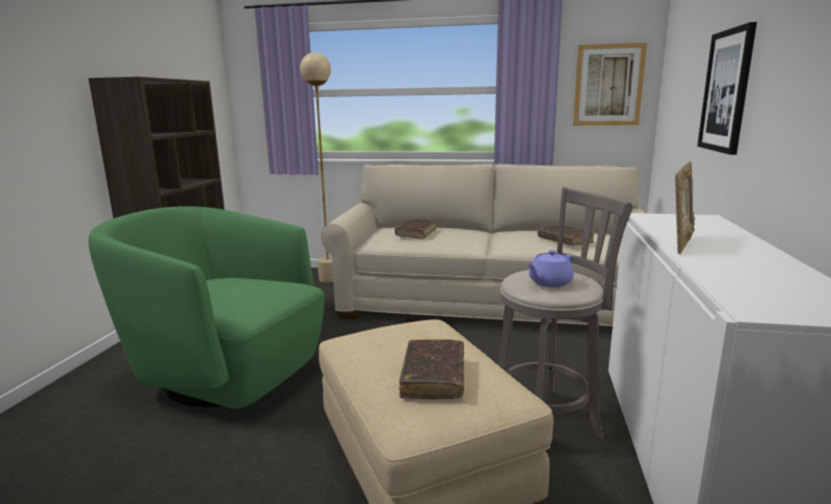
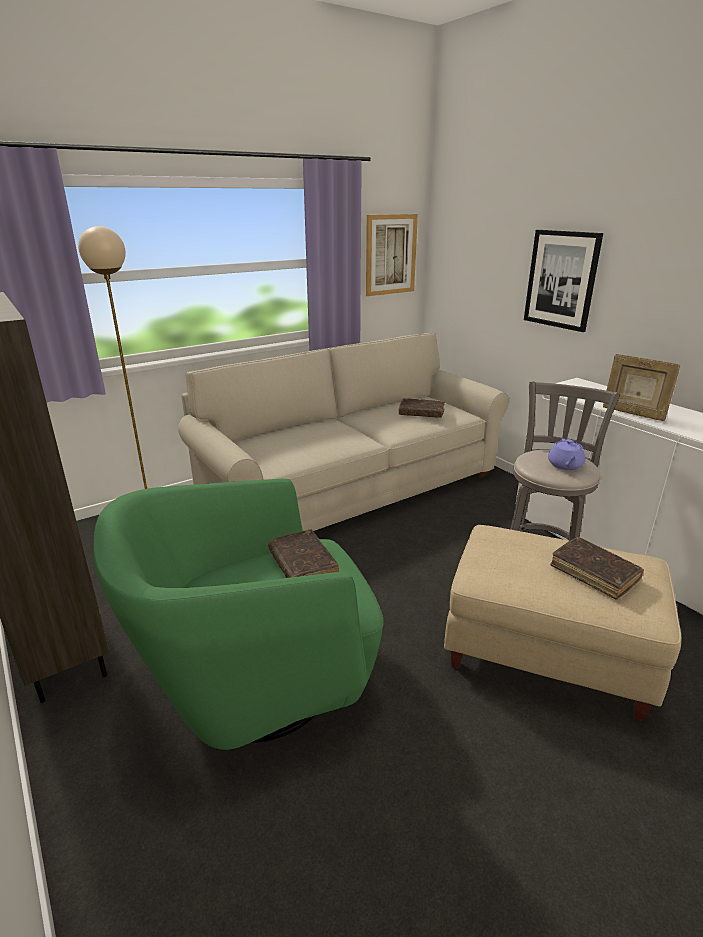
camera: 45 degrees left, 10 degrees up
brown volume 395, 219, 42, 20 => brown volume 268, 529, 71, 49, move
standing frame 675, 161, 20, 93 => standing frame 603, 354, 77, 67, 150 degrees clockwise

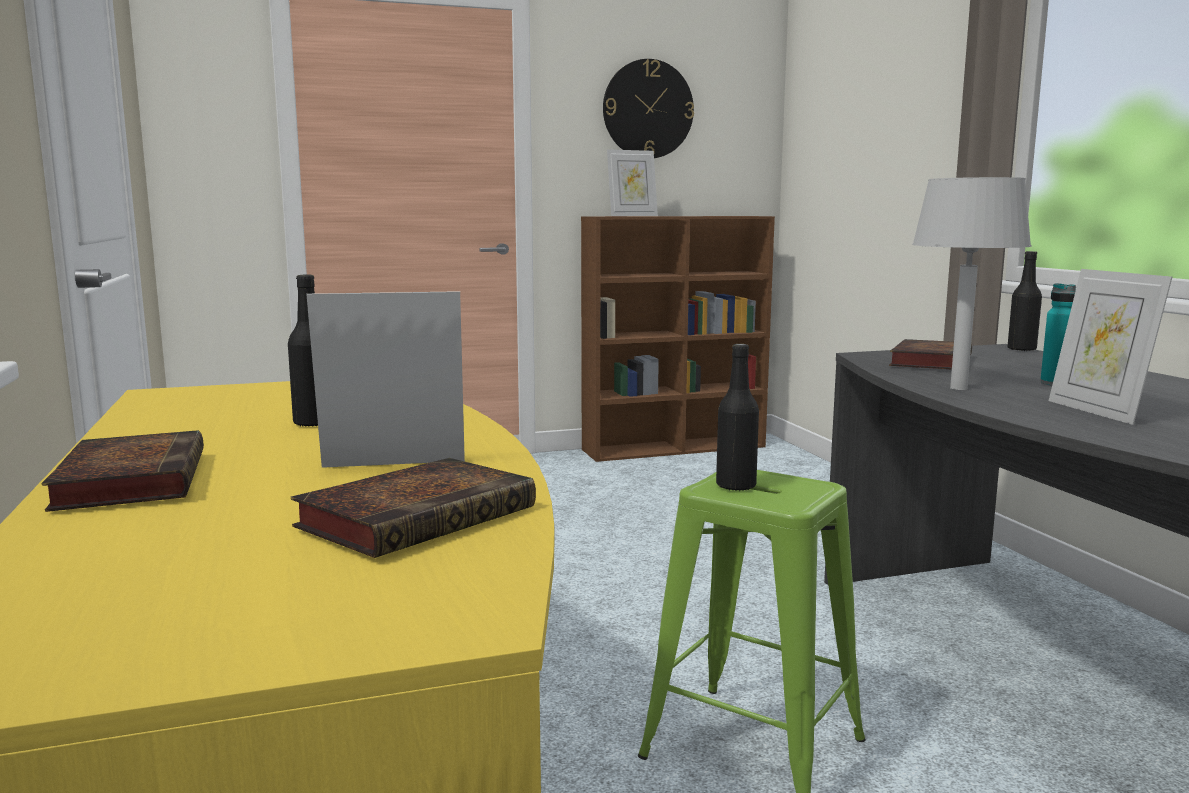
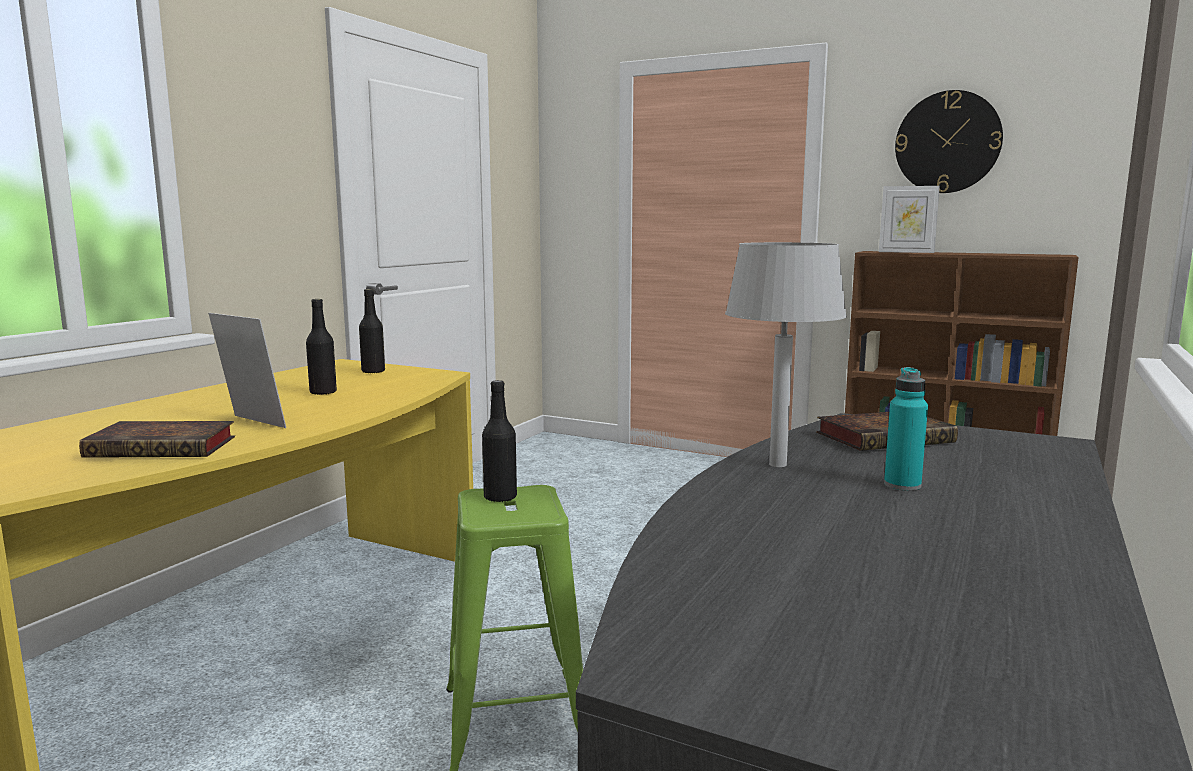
camera: 45 degrees right, 0 degrees up
volume 41, 430, 163, 82 => nothing
black bottle 1007, 251, 35, 100 => black bottle 359, 289, 26, 85, move
standing frame 1049, 269, 123, 156 => nothing

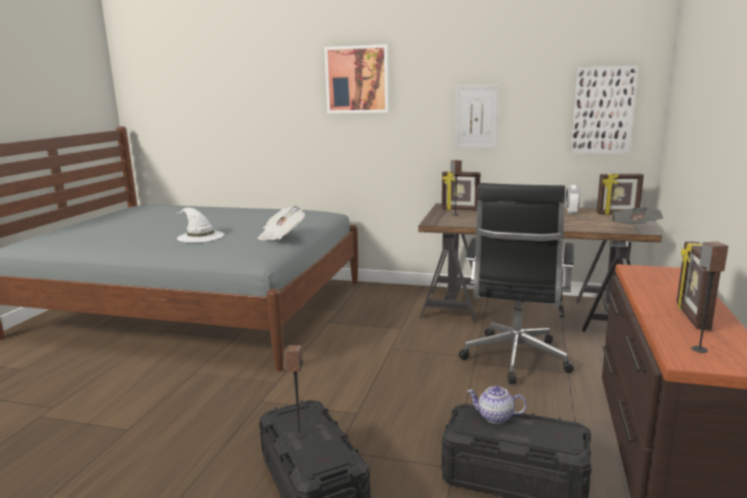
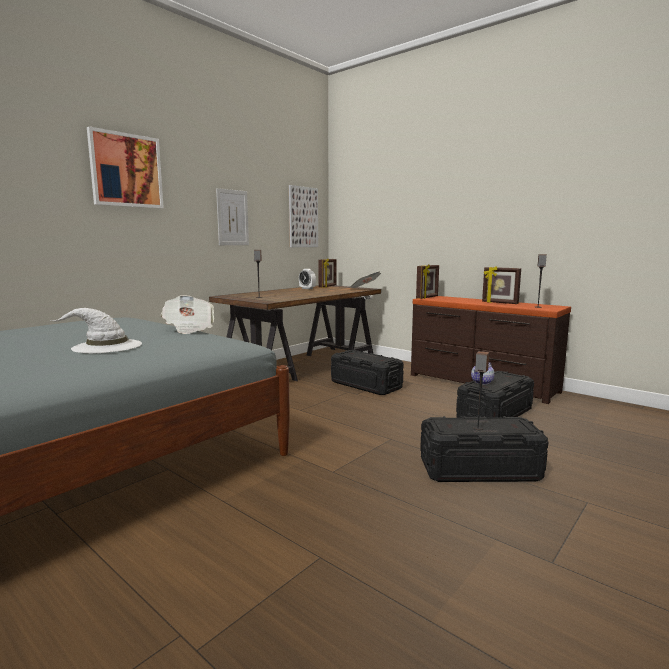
camera: 65 degrees left, 5 degrees down
standing frame 442, 171, 39, 39 => standing frame 416, 265, 23, 34, move
black desk chair 459, 183, 115, 201 => black storage container 331, 350, 73, 45

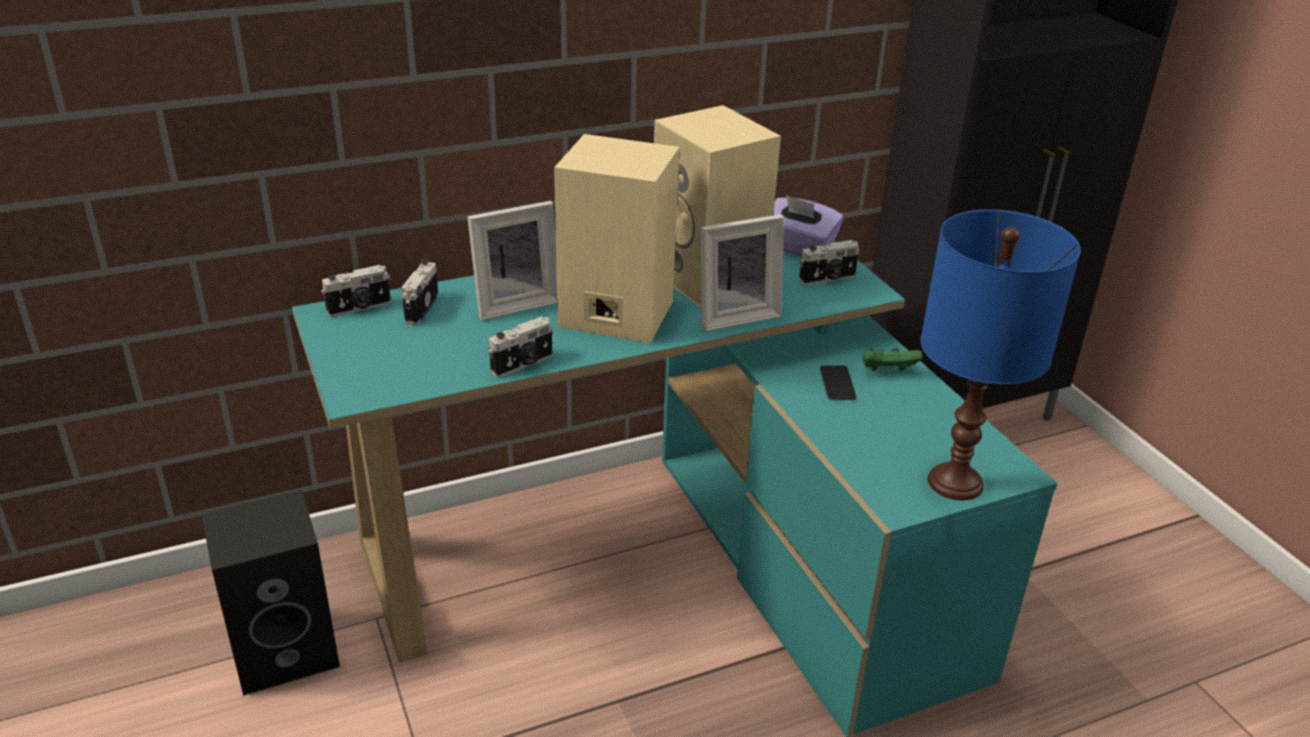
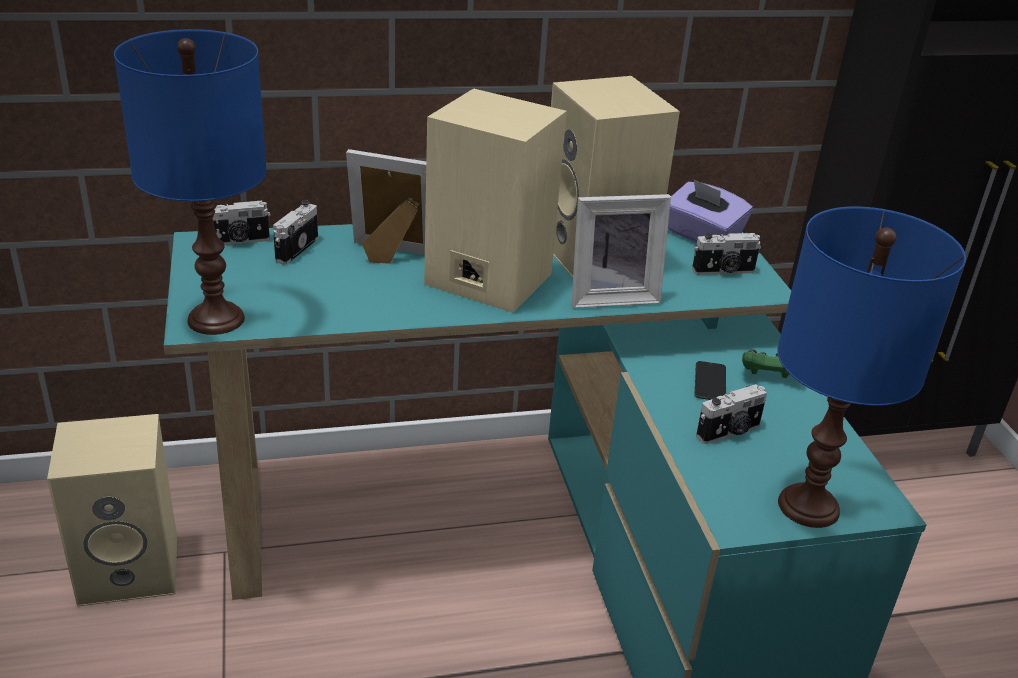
camera: 10 degrees right, 0 degrees up
black speaker 202, 490, 138, 206 => beige speaker 47, 414, 130, 193
standing frame 467, 201, 90, 119 => standing frame 346, 149, 80, 115, 150 degrees counterclockwise
still camera 489, 316, 64, 61 => still camera 696, 384, 71, 60, move
nothing => blue table lamp 114, 29, 153, 306

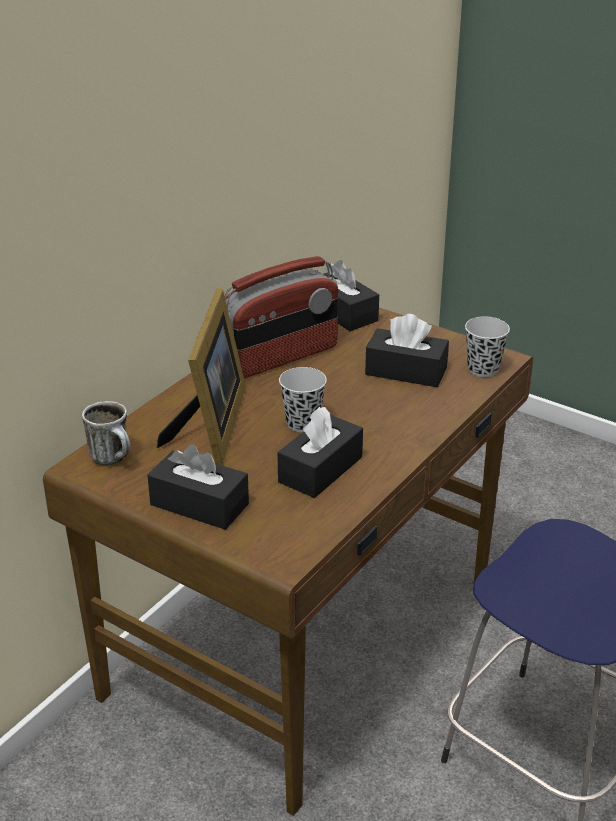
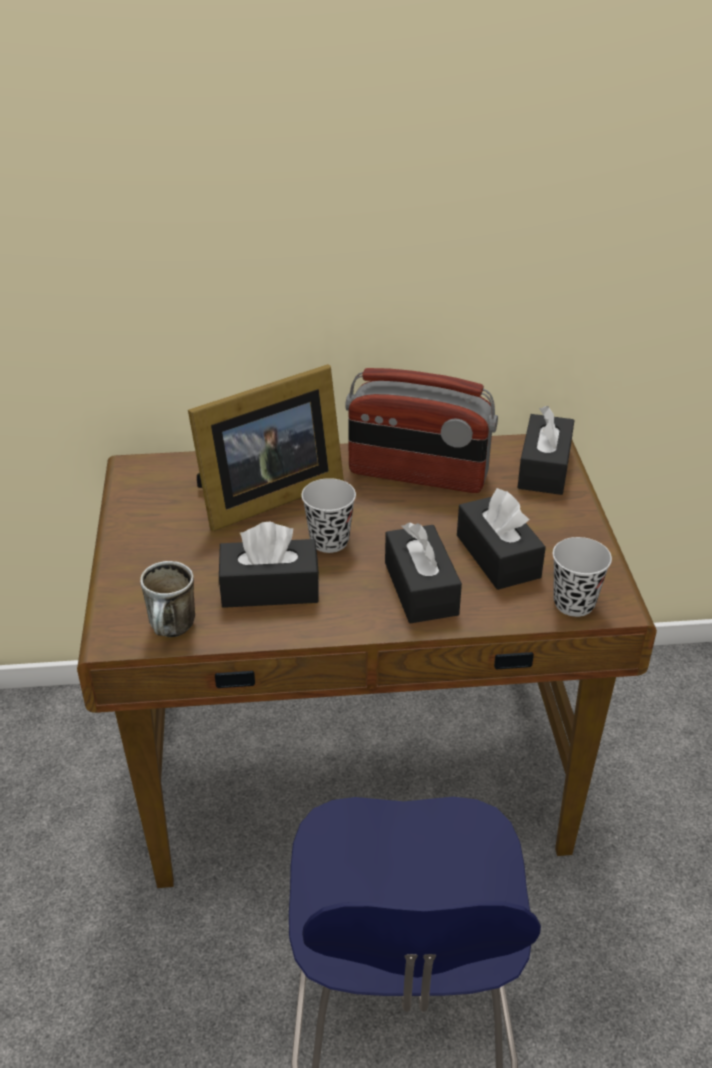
camera: 50 degrees right, 5 degrees up
coffee mug 82, 401, 48, 64 => coffee mug 140, 561, 55, 76, move
black tissue holder 147, 444, 102, 86 => black tissue holder 385, 522, 77, 101, move

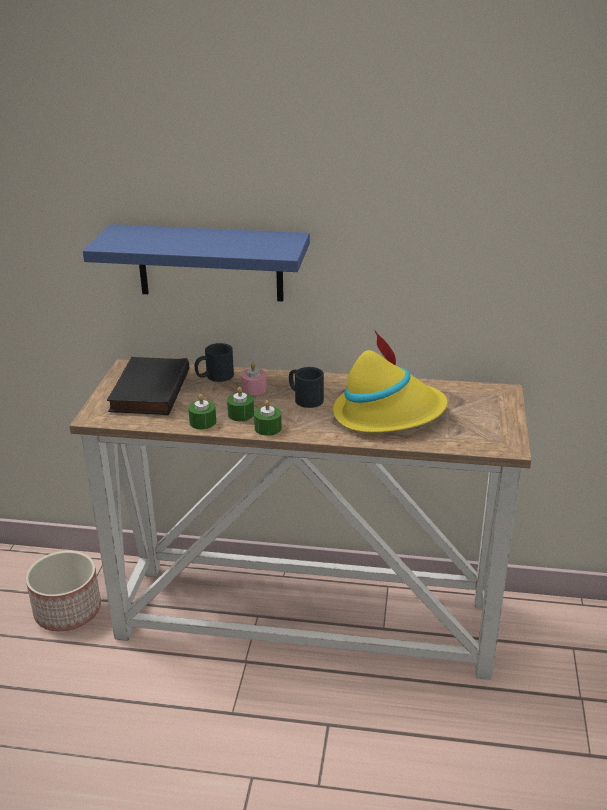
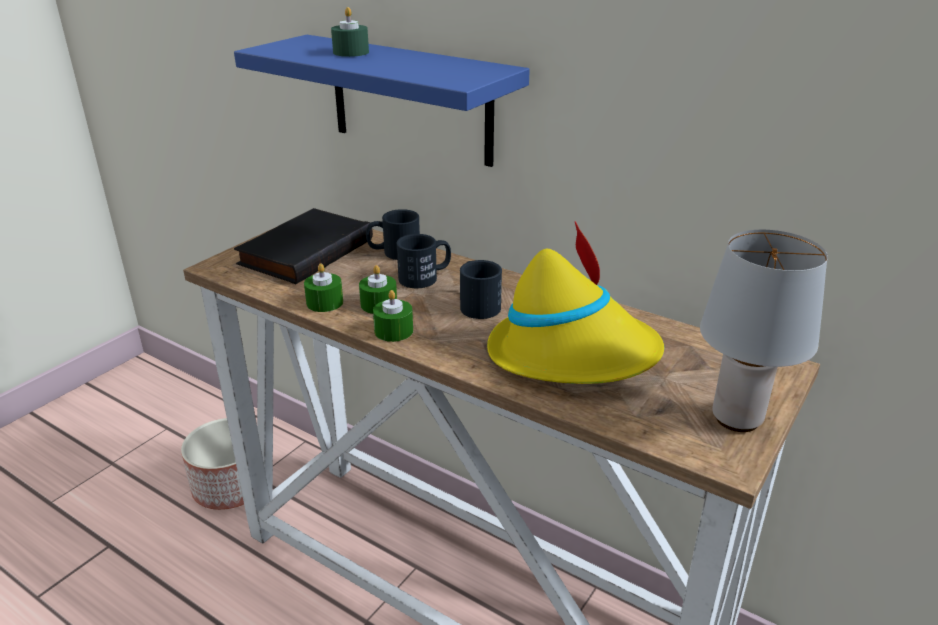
camera: 25 degrees right, 0 degrees up
pink-coloured wax candle 241, 362, 26, 33 => black coffee mug 396, 234, 55, 54
nothing => green wax candle 331, 7, 38, 50
nothing => gray table lamp 700, 230, 128, 202

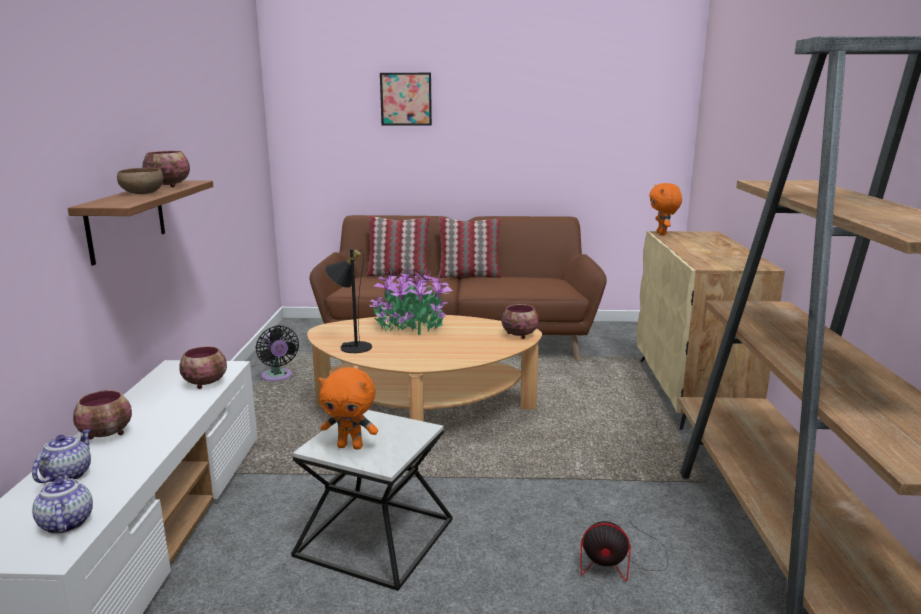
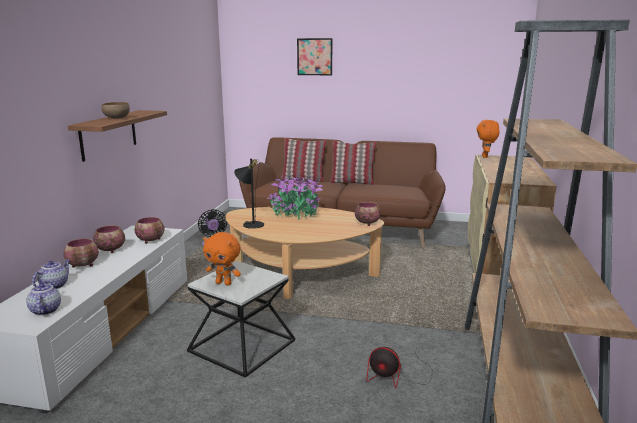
camera: 10 degrees right, 0 degrees up
deep dish 142, 151, 48, 36 => deep dish 93, 225, 32, 28, move

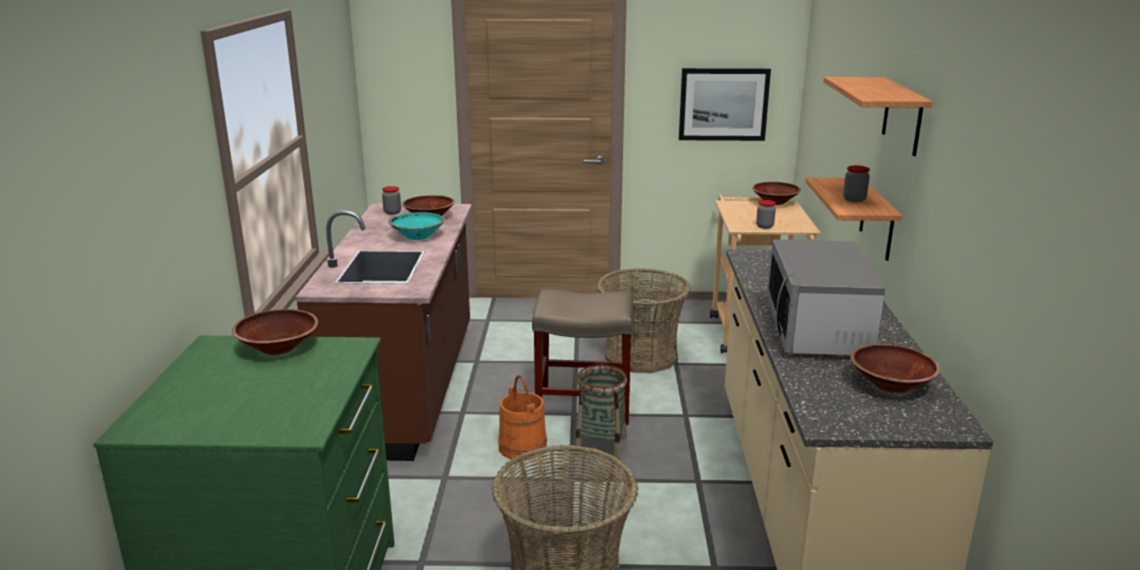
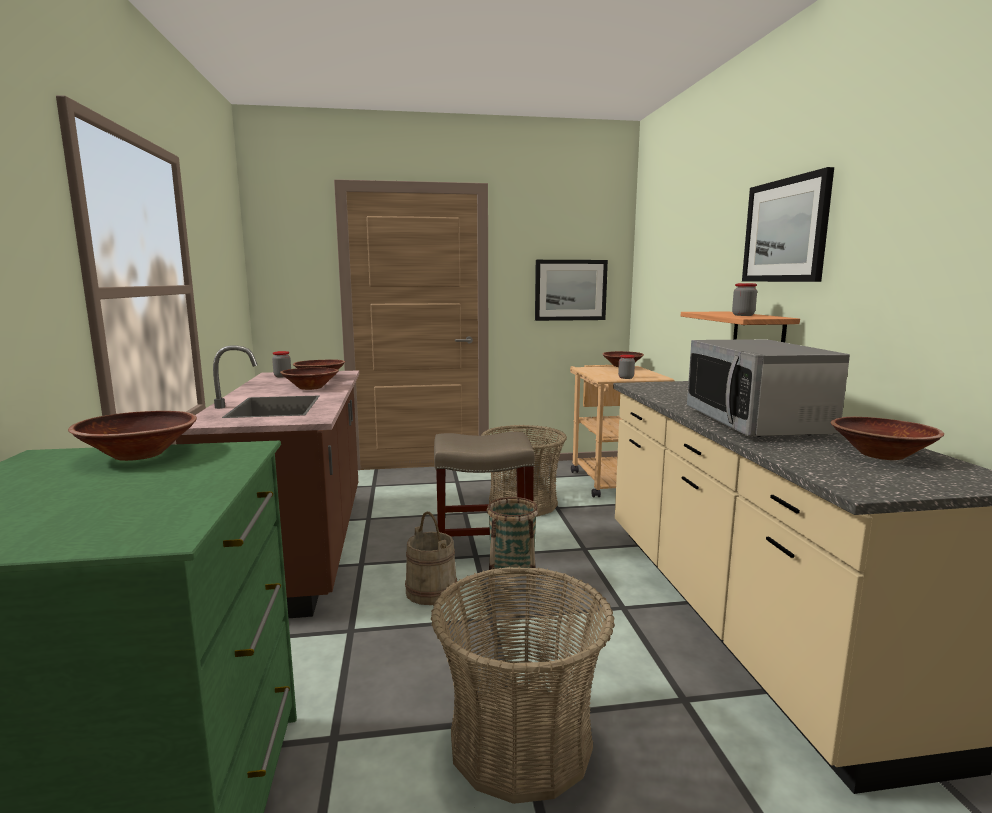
camera: 10 degrees left, 10 degrees down
blue-green deep dish 388, 212, 57, 28 => brown deep dish 280, 367, 59, 23
orangey water bucket 498, 375, 49, 85 => beige water bucket 405, 512, 52, 93
shelf 823, 77, 110, 79 => wall picture 742, 167, 92, 115

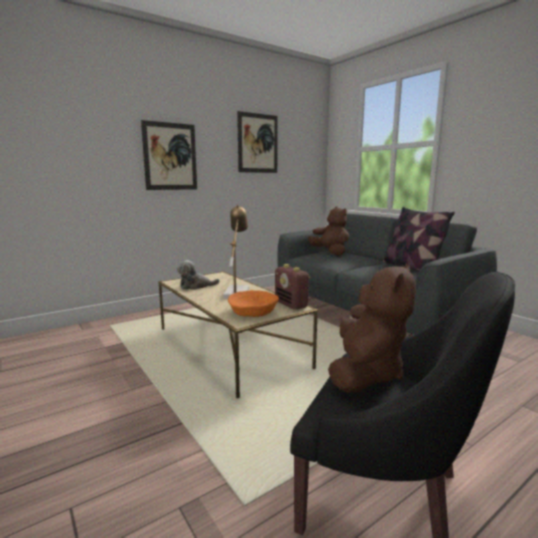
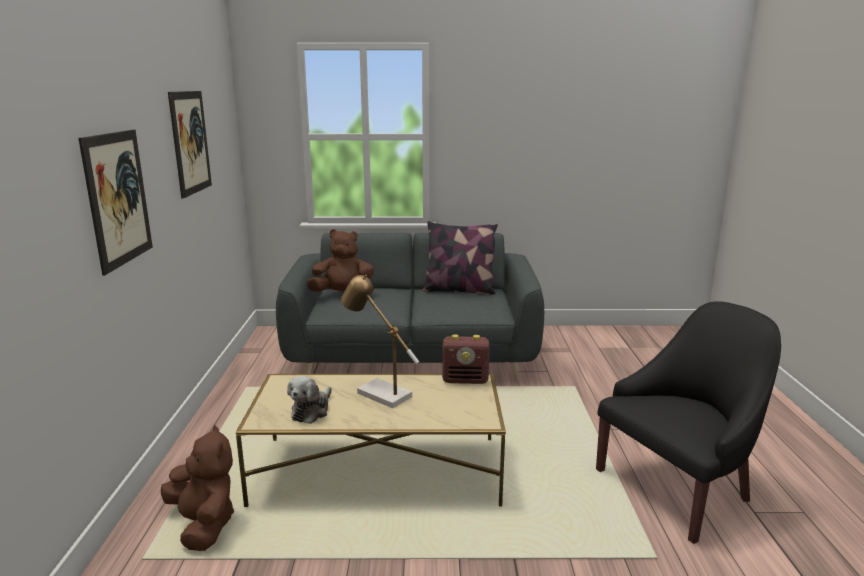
camera: 55 degrees left, 5 degrees up
orangey deep dish 228, 290, 51, 27 => nothing
brown soft toy 328, 263, 88, 130 => brown soft toy 161, 425, 73, 126, move

